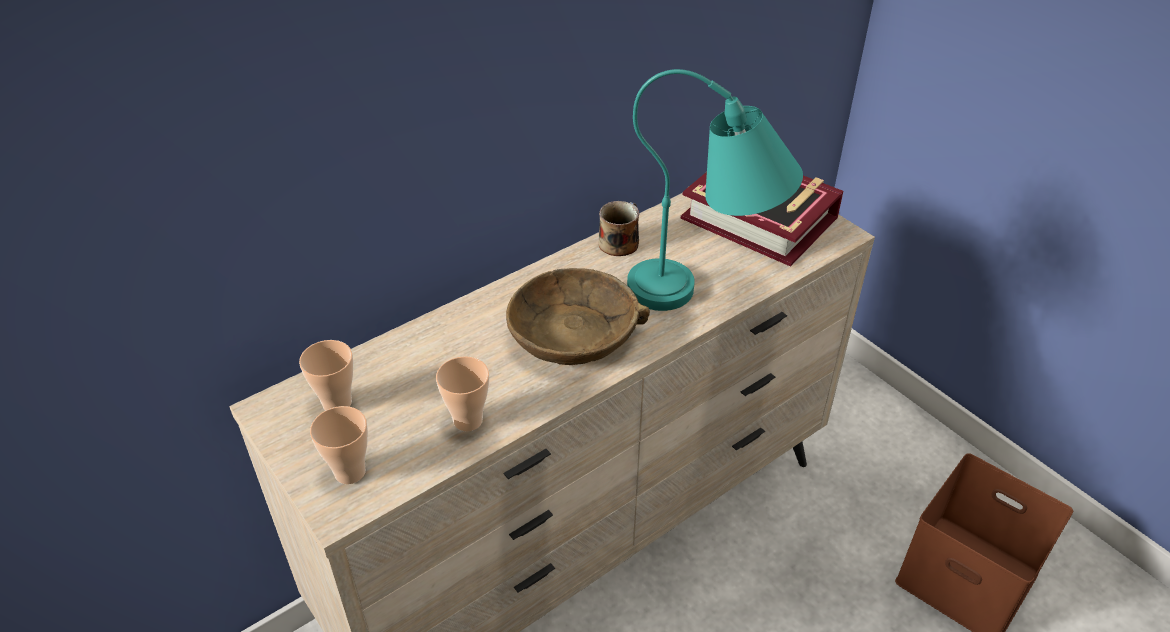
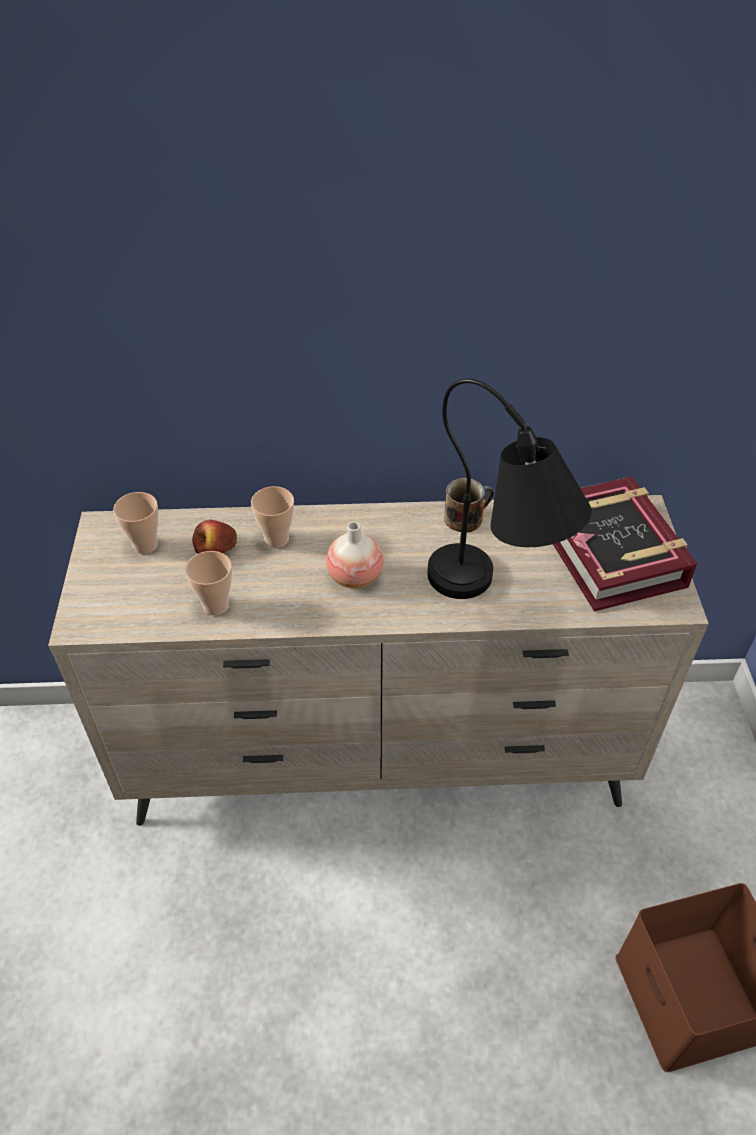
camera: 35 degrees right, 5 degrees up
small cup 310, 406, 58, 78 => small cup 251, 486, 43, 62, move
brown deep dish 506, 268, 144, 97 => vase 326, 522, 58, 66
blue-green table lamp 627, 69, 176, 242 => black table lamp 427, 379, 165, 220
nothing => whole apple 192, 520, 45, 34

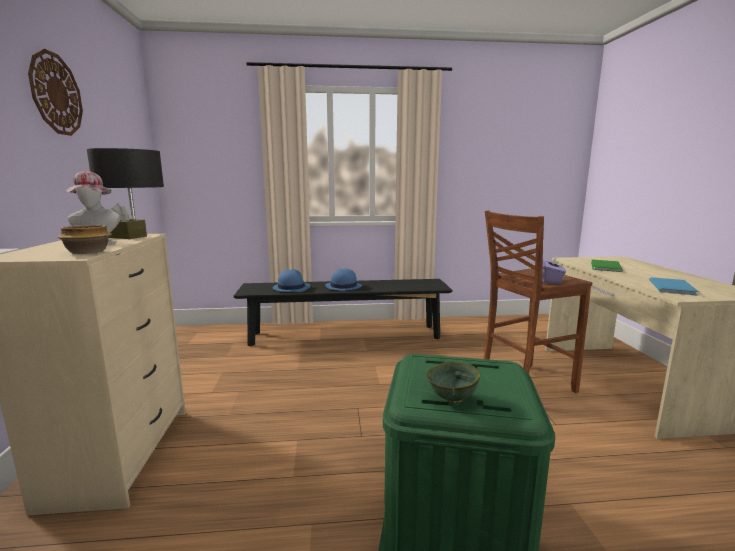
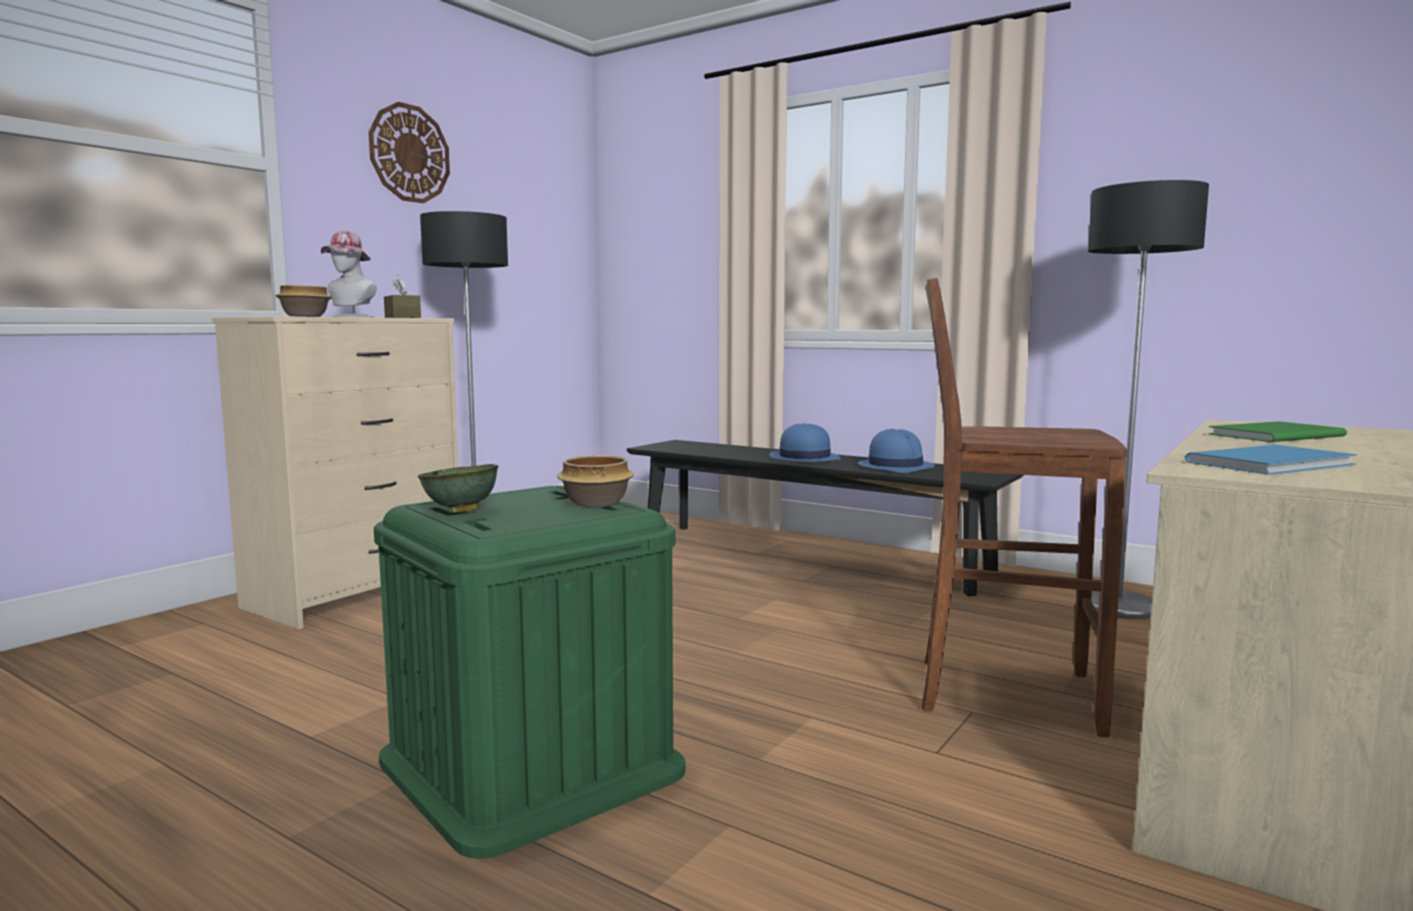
camera: 40 degrees right, 5 degrees down
blue clothing hat 273, 269, 37, 23 => blue clothing hat 858, 429, 76, 44, move
purple tissue holder 542, 256, 24, 28 => nothing
nothing => deep dish 557, 455, 77, 53
nothing => standing lamp 1088, 180, 121, 439

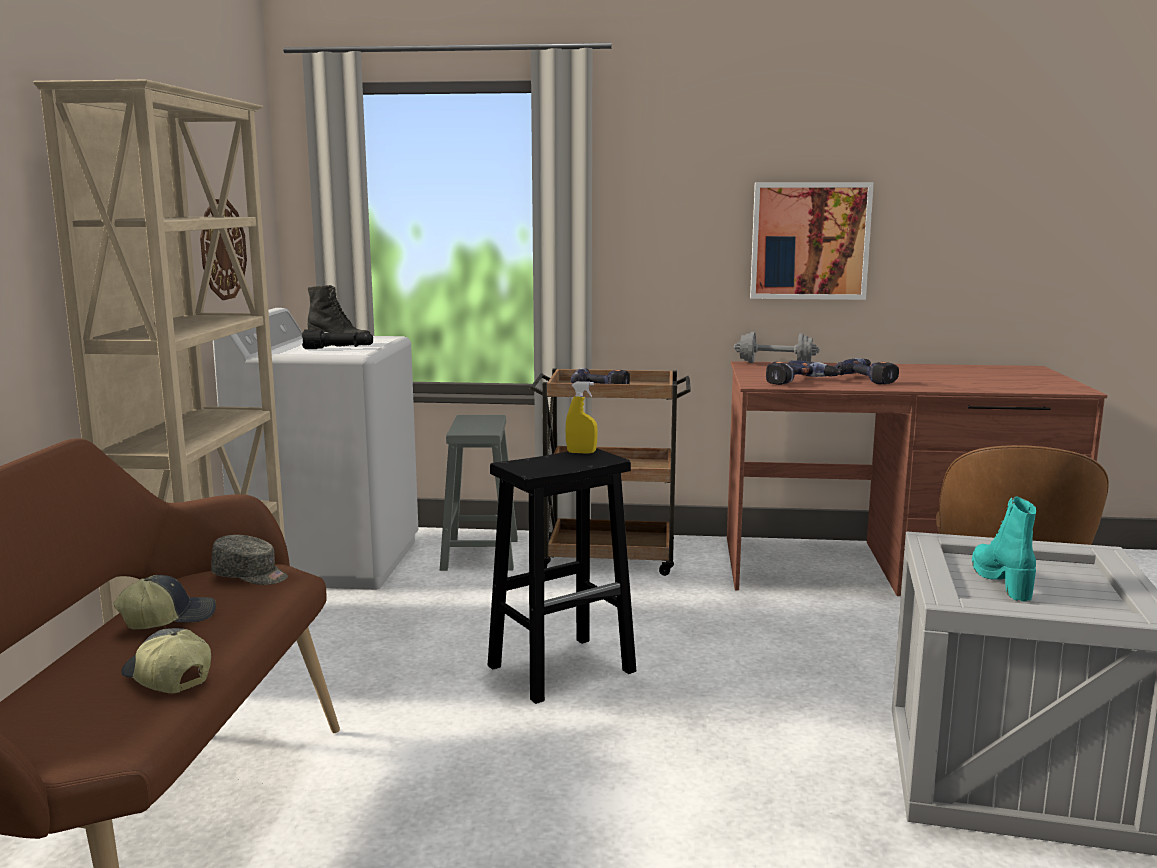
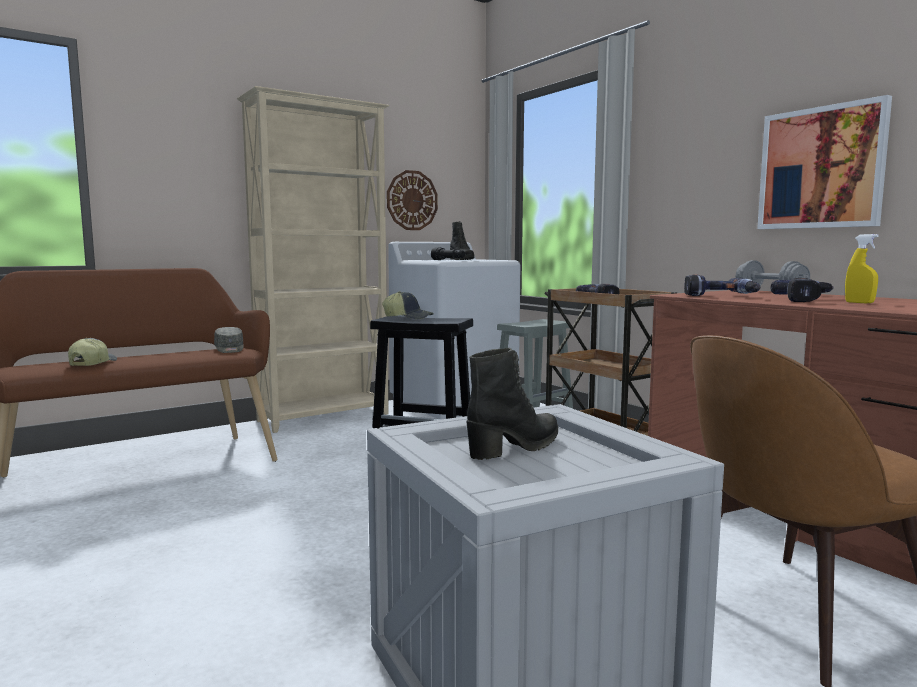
camera: 50 degrees right, 5 degrees down
cap 114, 575, 102, 54 => cap 382, 291, 52, 28, move
yellow-coloured spray bottle 566, 381, 32, 73 => yellow-coloured spray bottle 845, 234, 33, 69, move
blue-green high-top boot 972, 496, 64, 105 => black high-top boot 467, 348, 91, 112

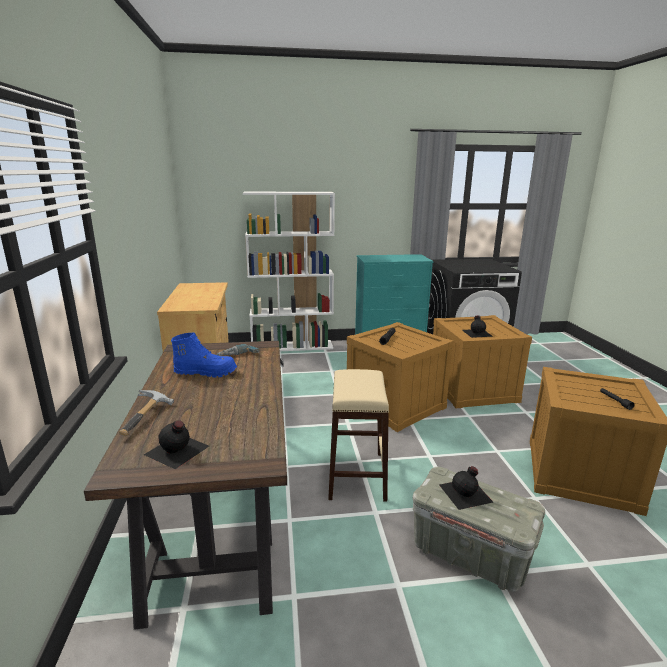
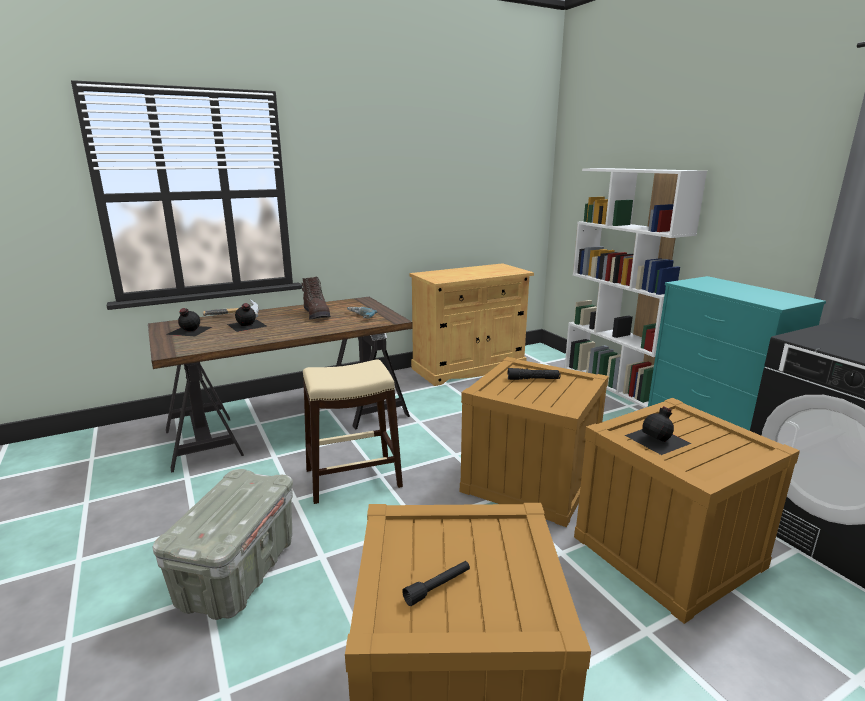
camera: 70 degrees right, 0 degrees up
blue high-top boot 171, 332, 66, 46 => brown high-top boot 301, 277, 30, 42
black bottle 439, 466, 54, 44 => black bottle 227, 303, 39, 29, move

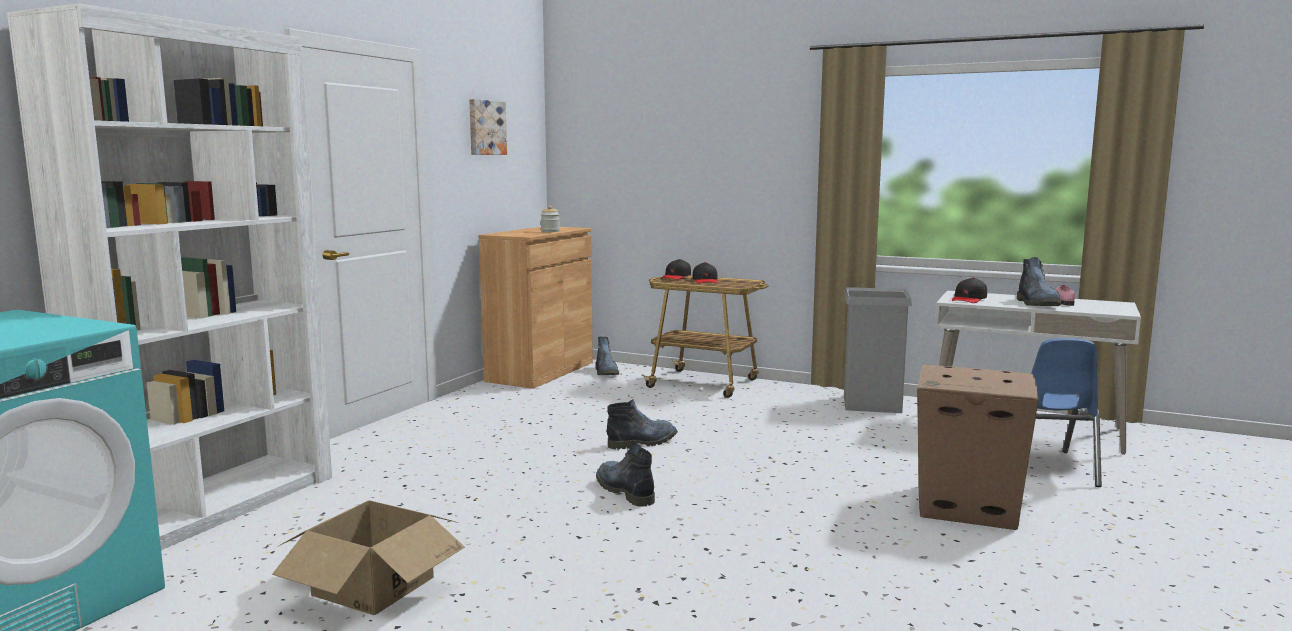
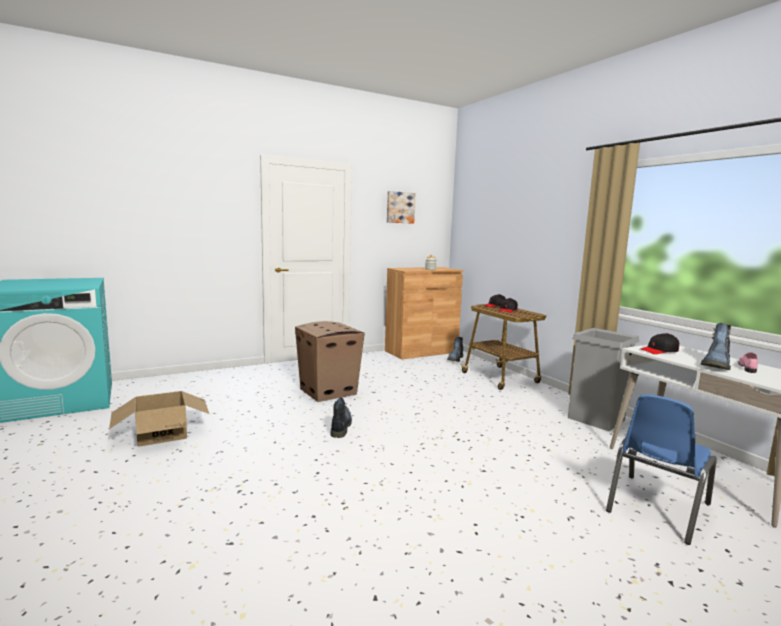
camera: 35 degrees right, 0 degrees up
white bookshelf 7, 4, 325, 546 => nothing
high-top boot 607, 399, 71, 50 => nothing
cardboard box 917, 365, 122, 165 => cardboard box 295, 321, 70, 81, move

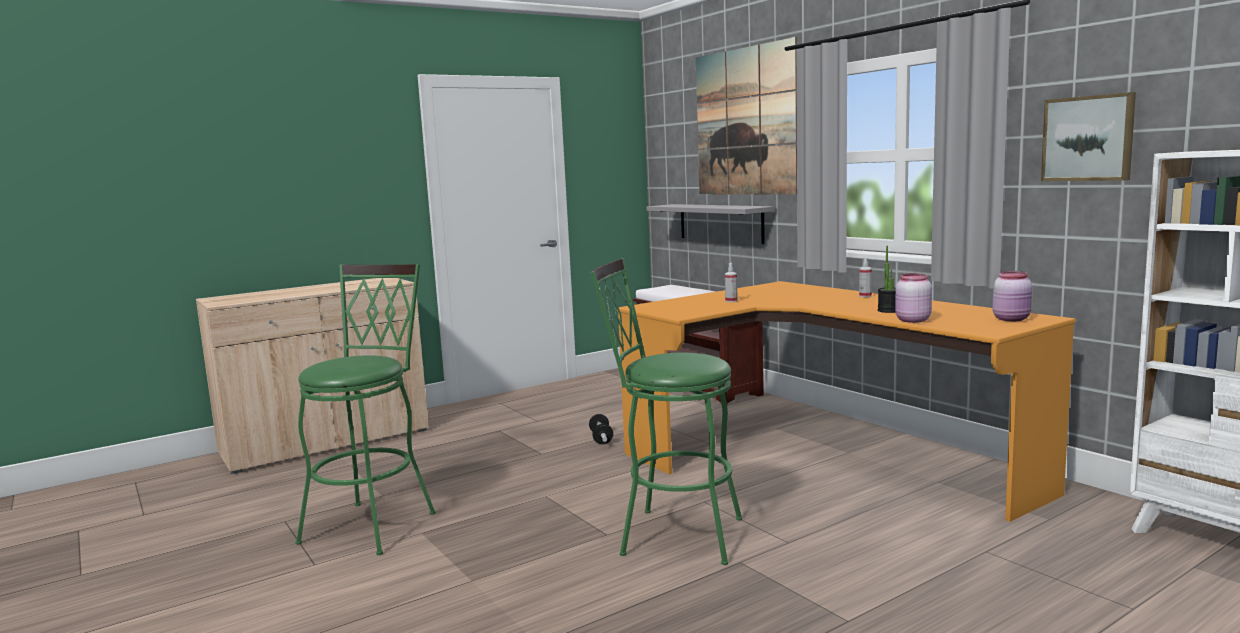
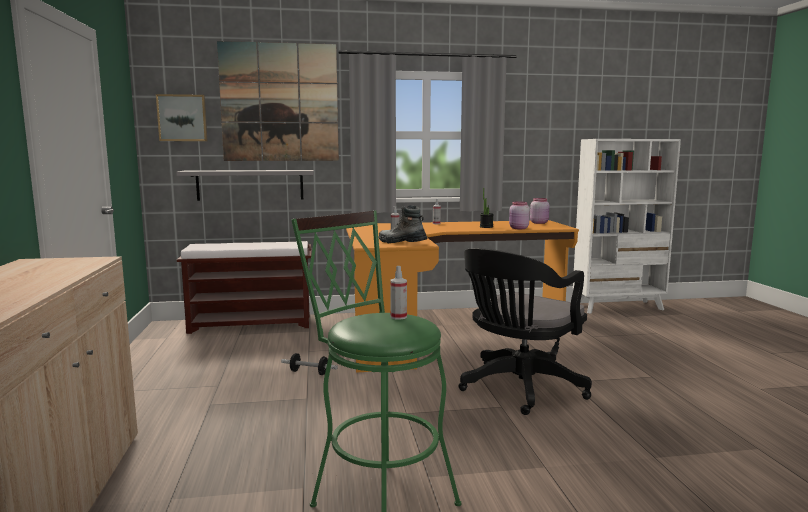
camera: 65 degrees left, 0 degrees up
green sitting stool 590, 258, 152, 307 => black desk chair 458, 248, 134, 167
wall picture 1041, 92, 95, 89 => wall picture 156, 94, 51, 47, move
nothing => high-top boot 379, 205, 48, 38
nothing => spray bottle 390, 266, 17, 54

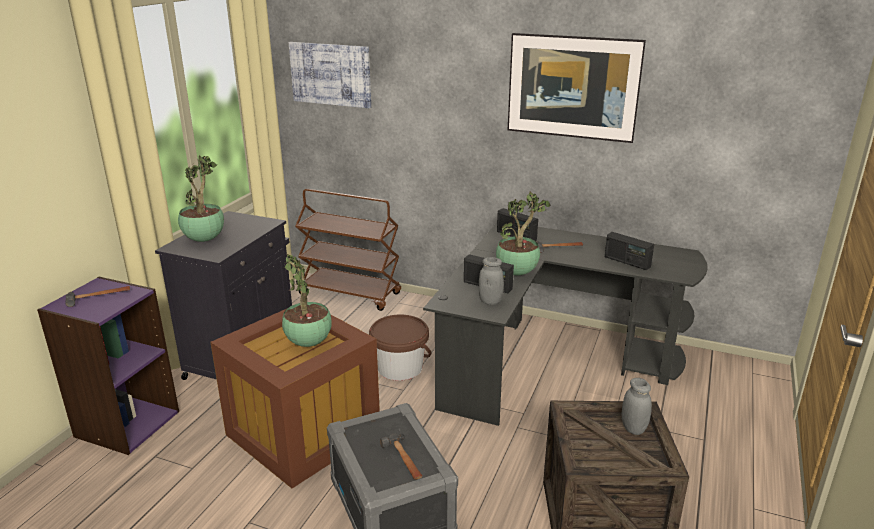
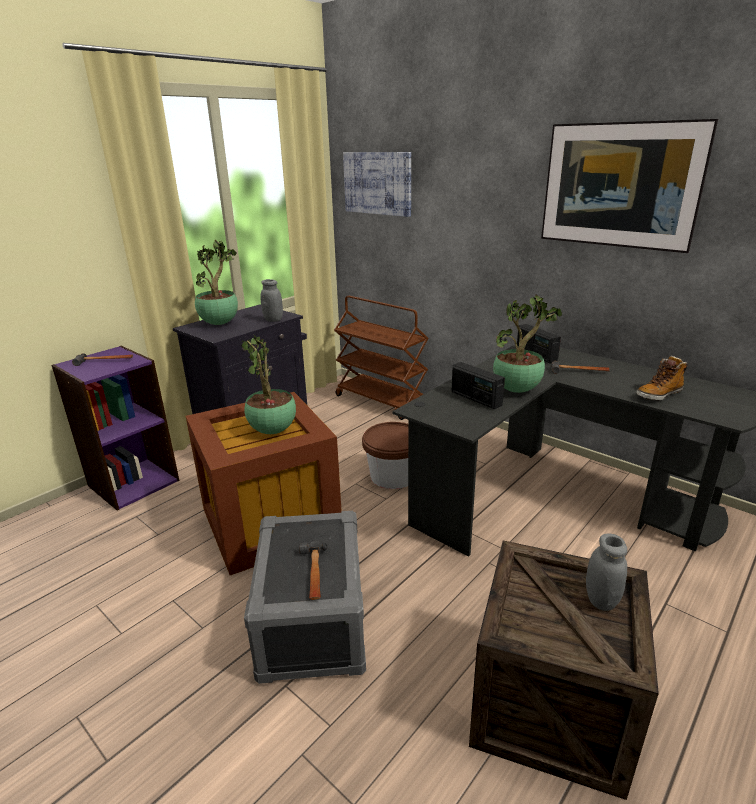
camera: 20 degrees right, 0 degrees up
gray storage jar 479, 257, 25, 48 => gray storage jar 260, 279, 23, 43, move
radio set 605, 232, 49, 38 => high-top boot 636, 356, 52, 45

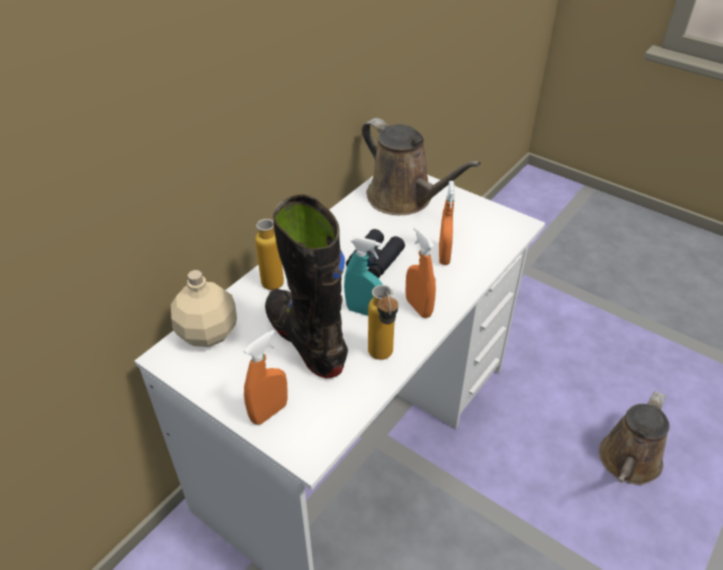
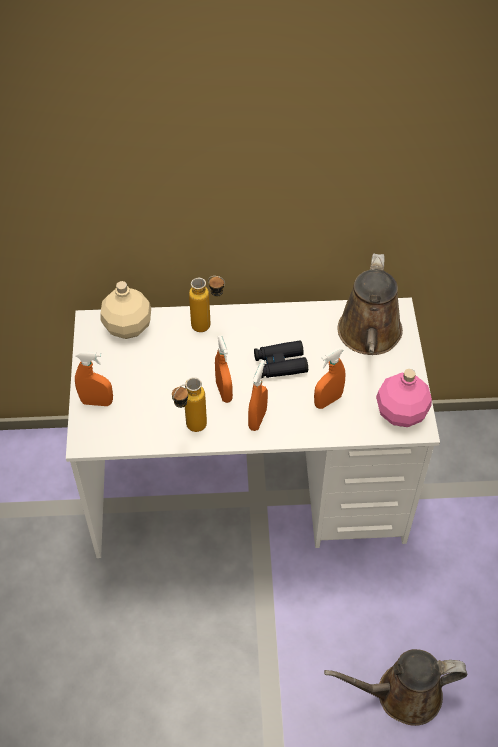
camera: 50 degrees right, 10 degrees up
black high-top boot 265, 194, 83, 185 => nothing
blue-green spray bottle 344, 236, 39, 80 => orangey spray bottle 215, 335, 18, 68
nothing => pink-coloured bottle 376, 369, 56, 58

